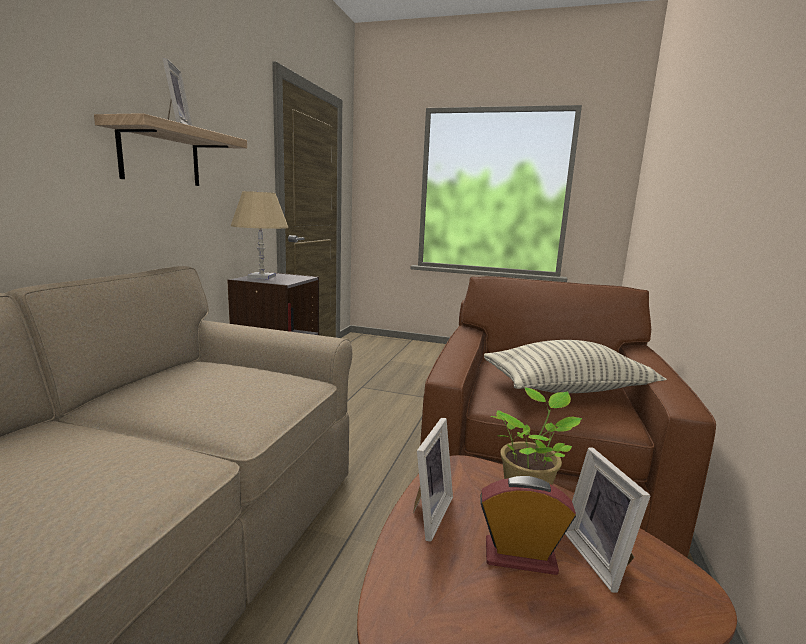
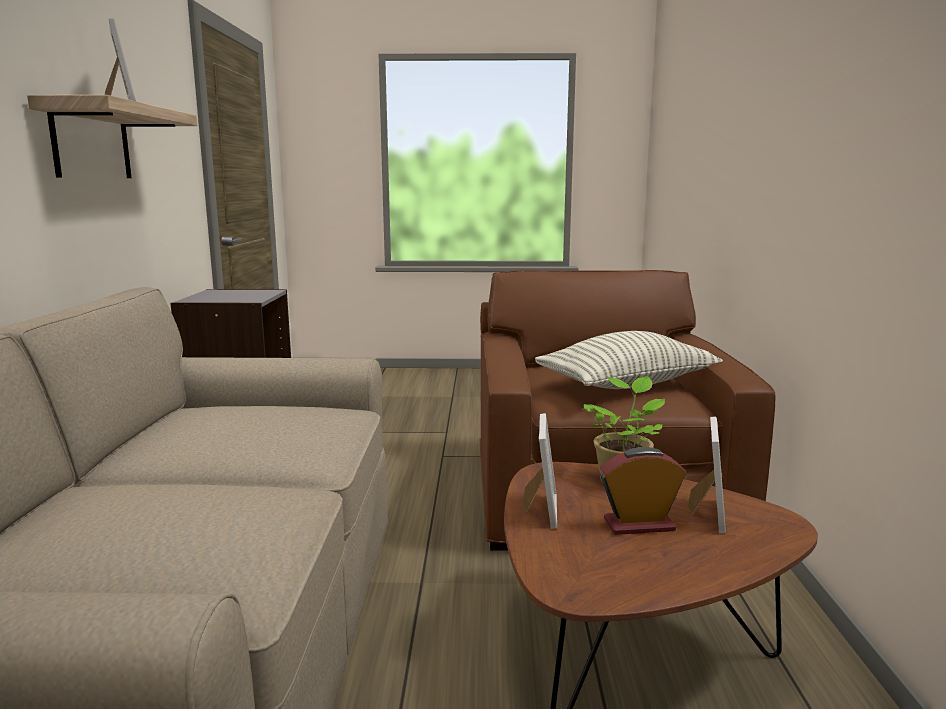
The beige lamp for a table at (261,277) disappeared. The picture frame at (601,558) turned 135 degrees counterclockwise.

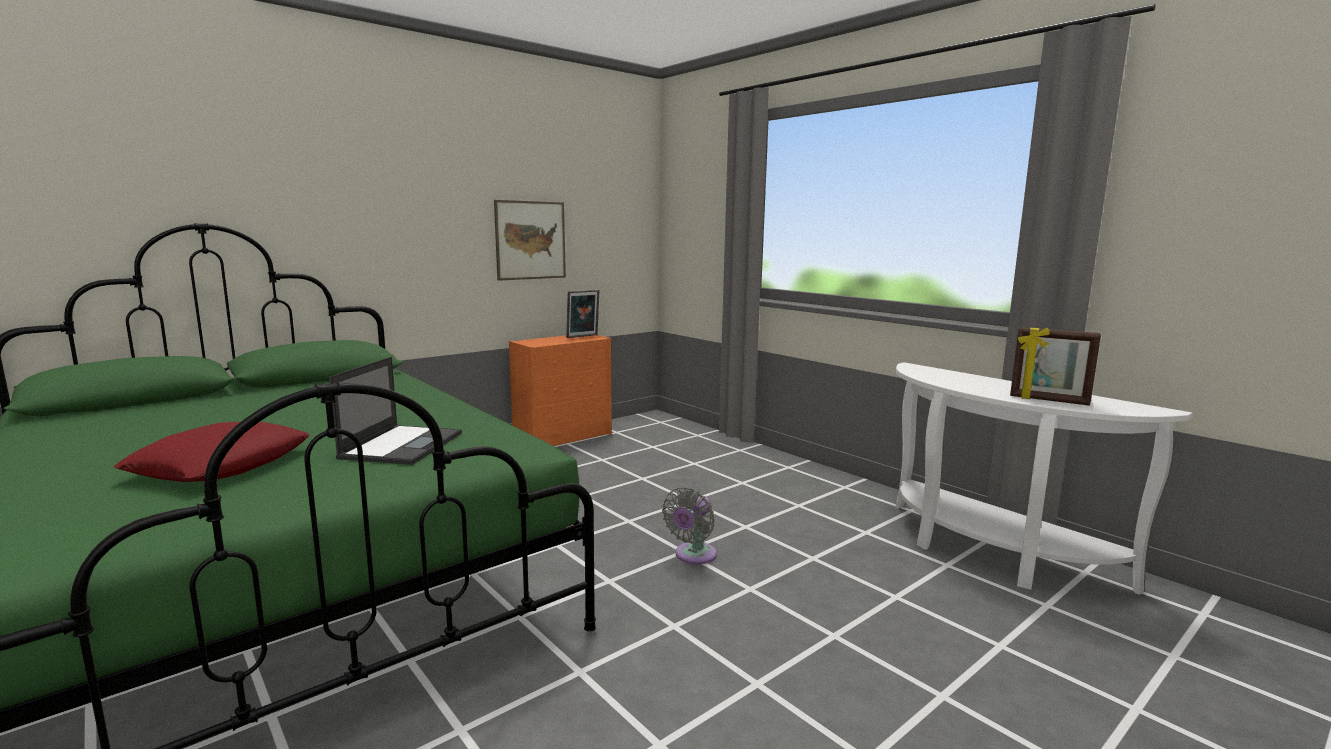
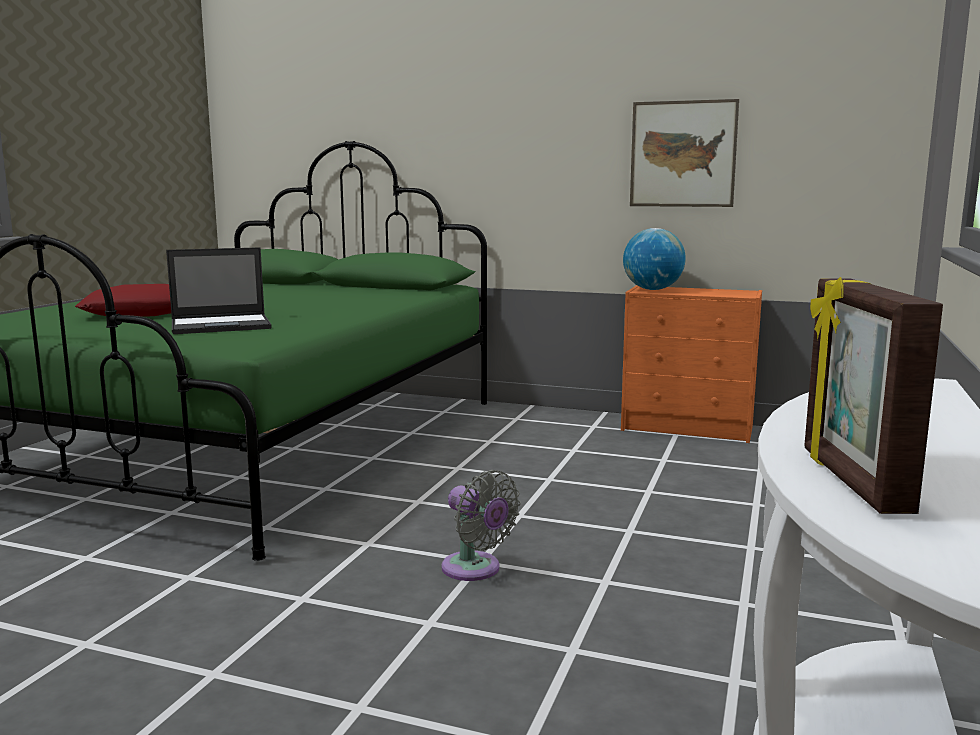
The picture frame at (583,336) disappeared. The greyish fan at (693,556) turned 135 degrees counterclockwise. The desk globe at (652,289) appeared.

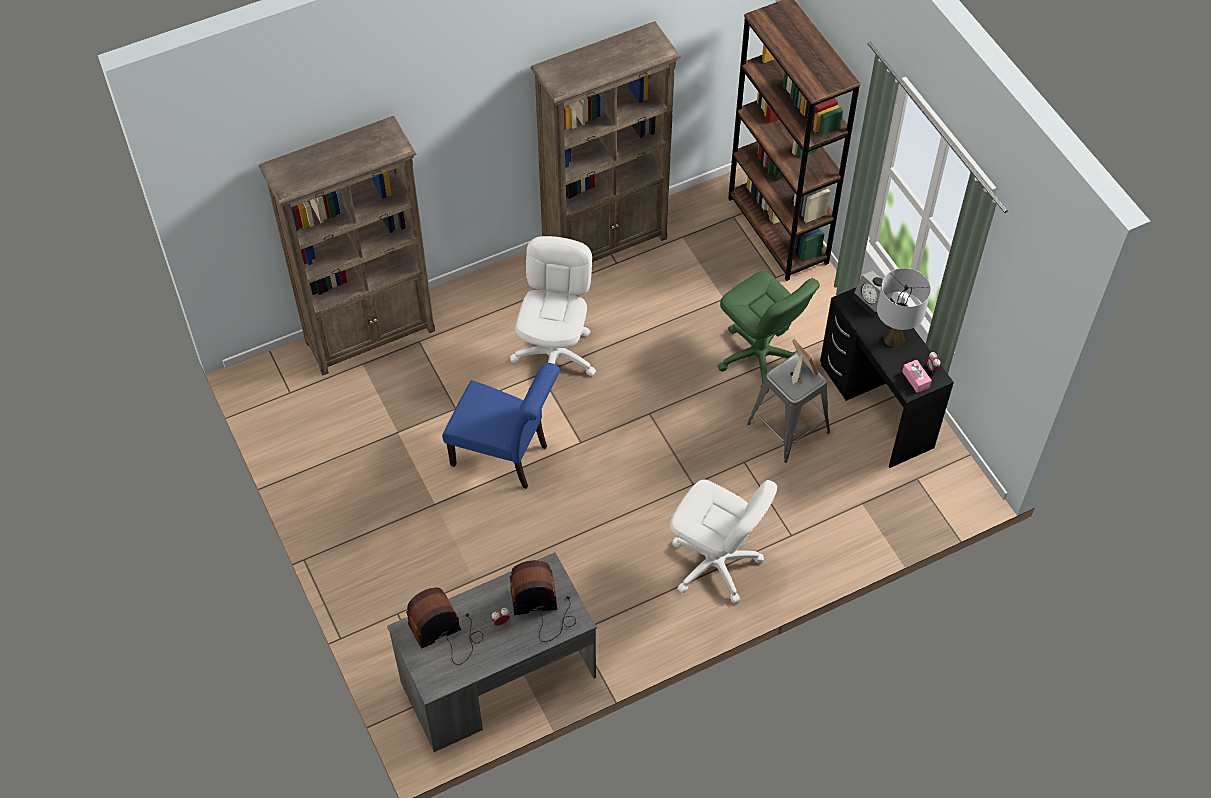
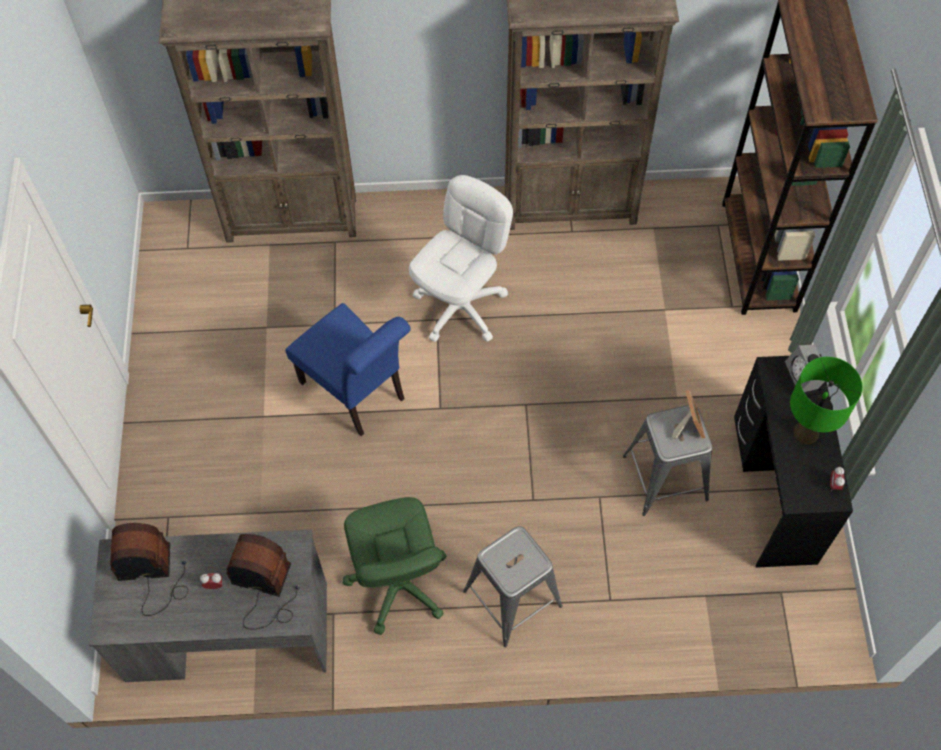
The greyish lamp for a table at (894,339) became the green-coloured lamp for a table at (806,433). The green-coloured computer chair moved from (759,357) to (398,584). The pinkish box of tissues at (915,379) disappeared. The whitish computer chair at (715,564) was replaced by the greyish stool at (512,598).

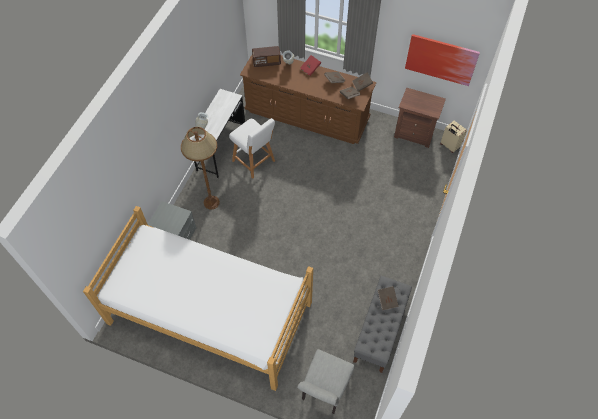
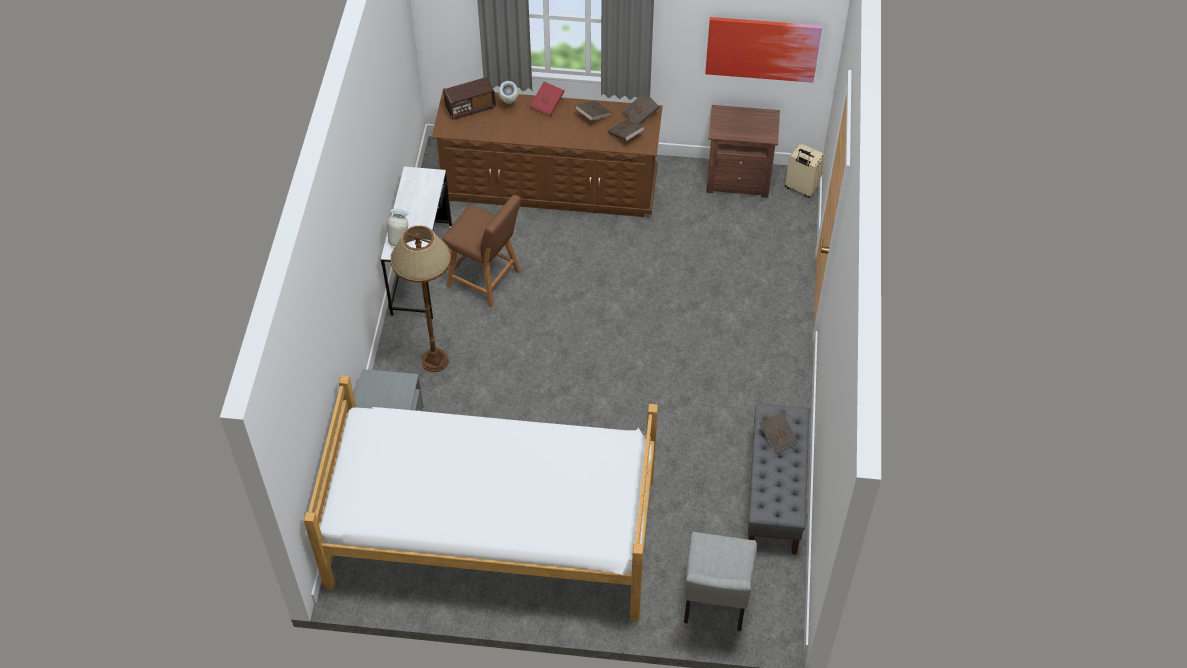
The whitish stool at (255,162) became the brown-coloured stool at (487,280).

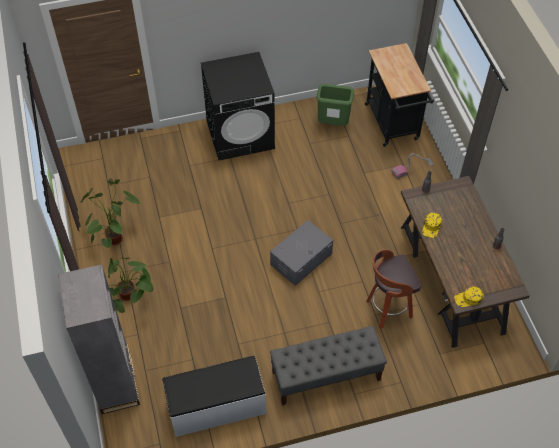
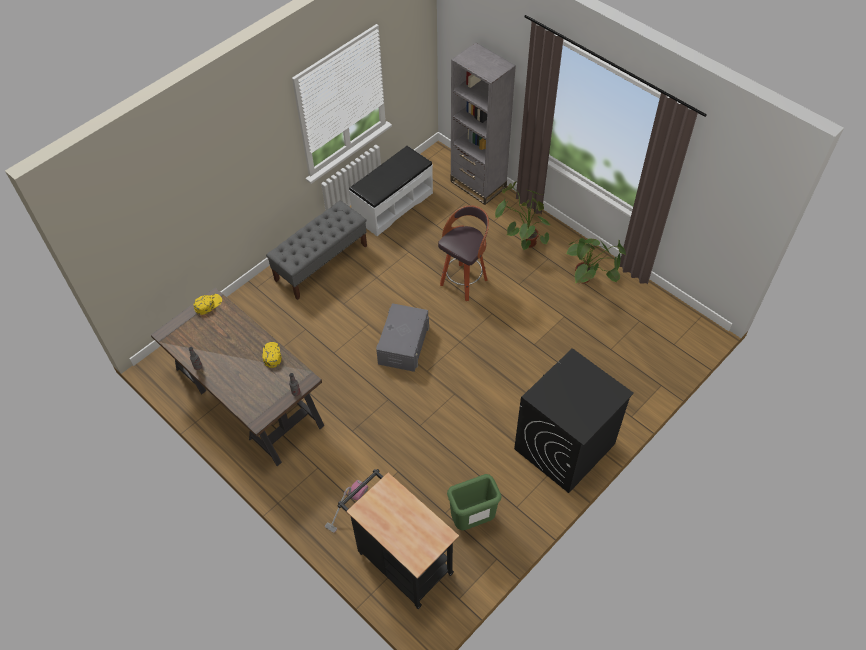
The stool moved from (387,309) to (464,281).

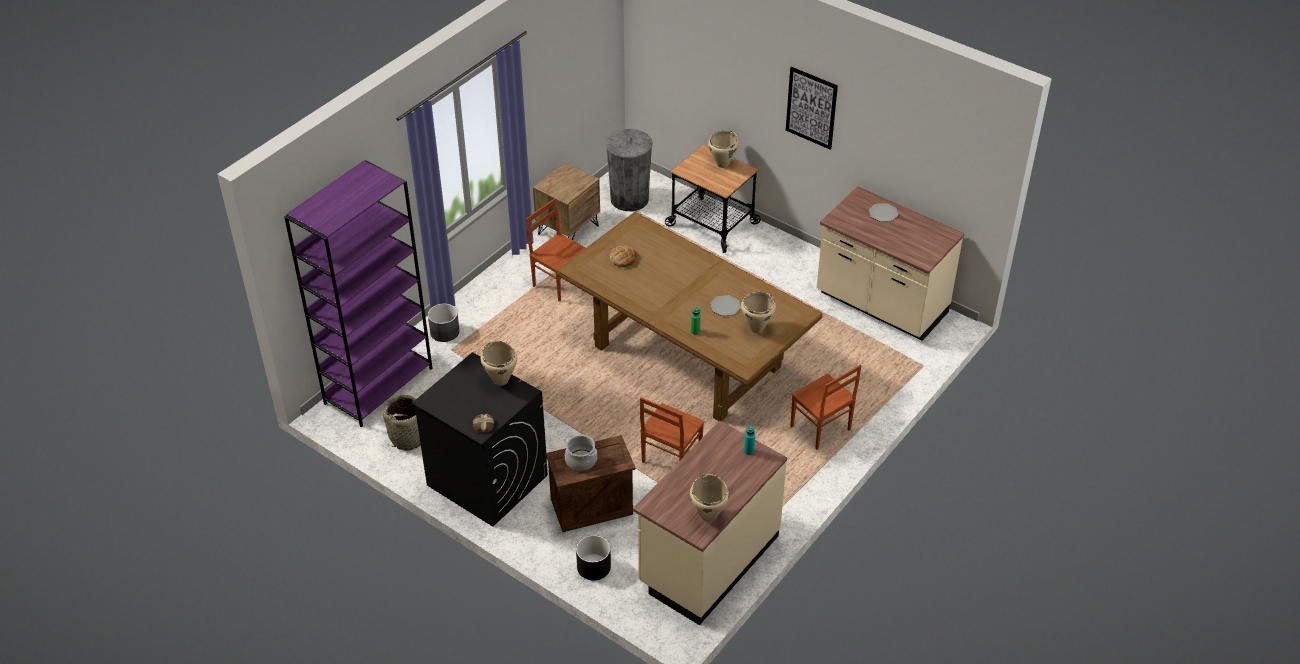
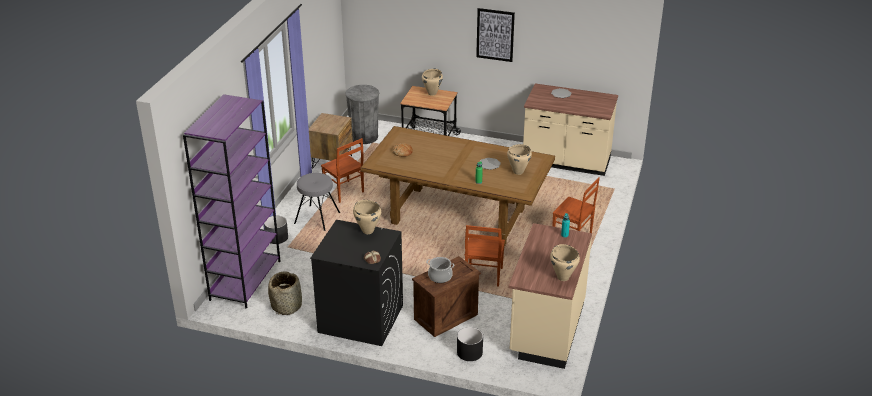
The brown-coloured upright chair at (559,283) turned 150 degrees counterclockwise. The greyish stool at (317,218) appeared.

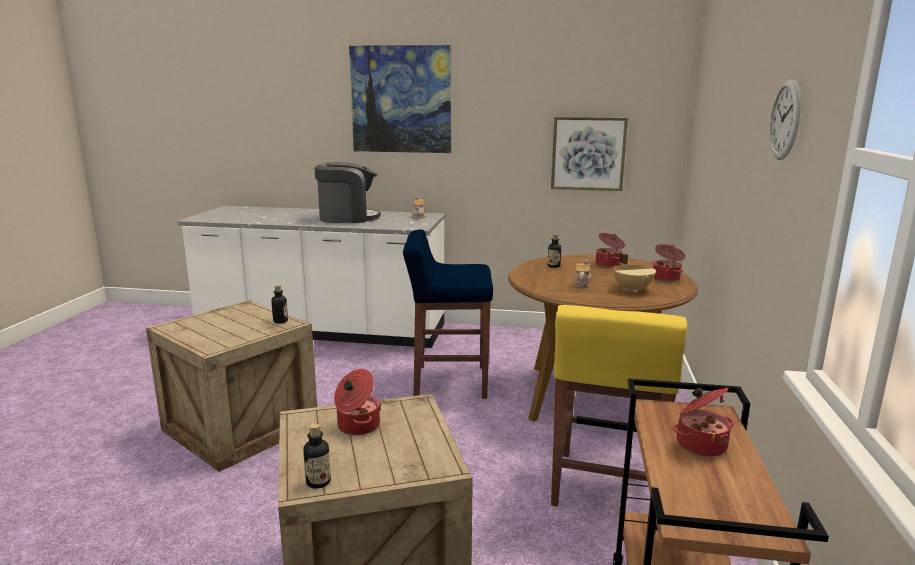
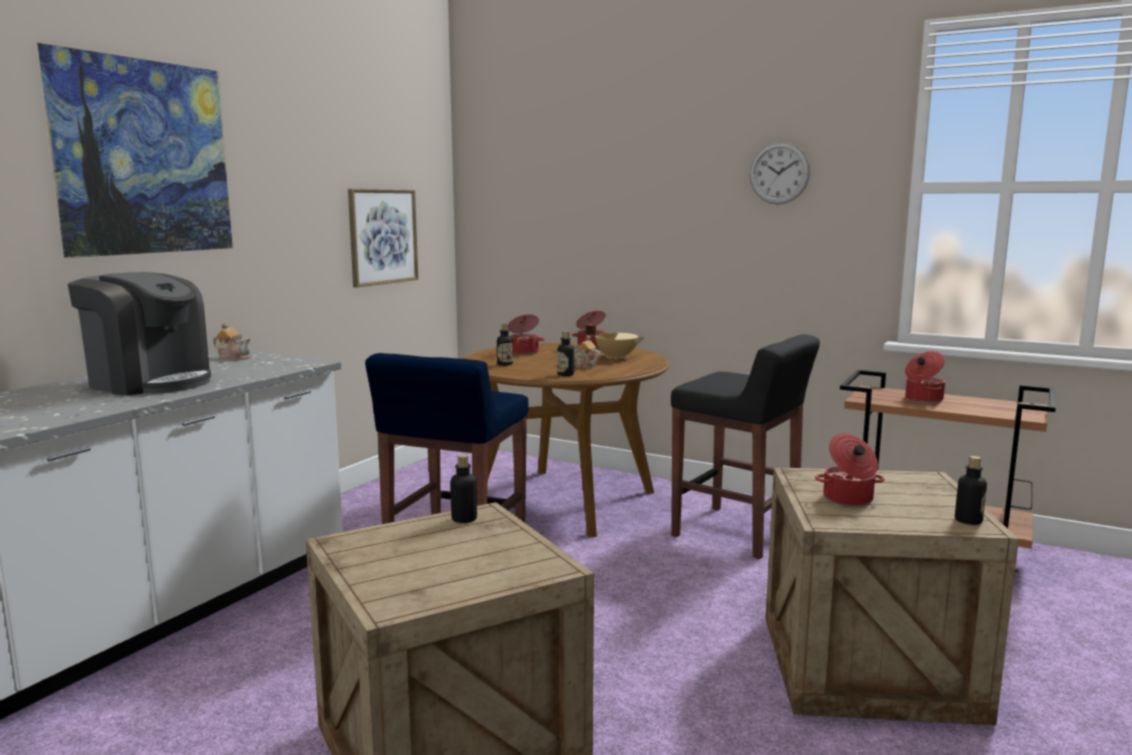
The coffee maker at (348,218) turned 105 degrees clockwise. The yellow-coloured stool at (605,488) became the black stool at (738,532). The drink bottle at (565,374) appeared.

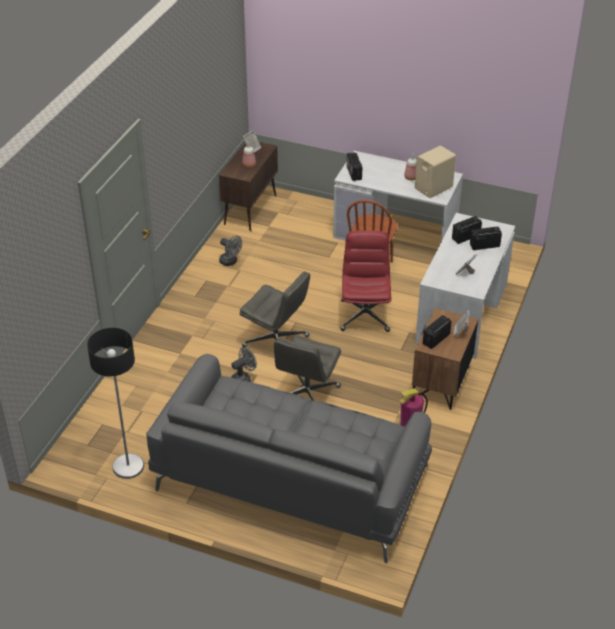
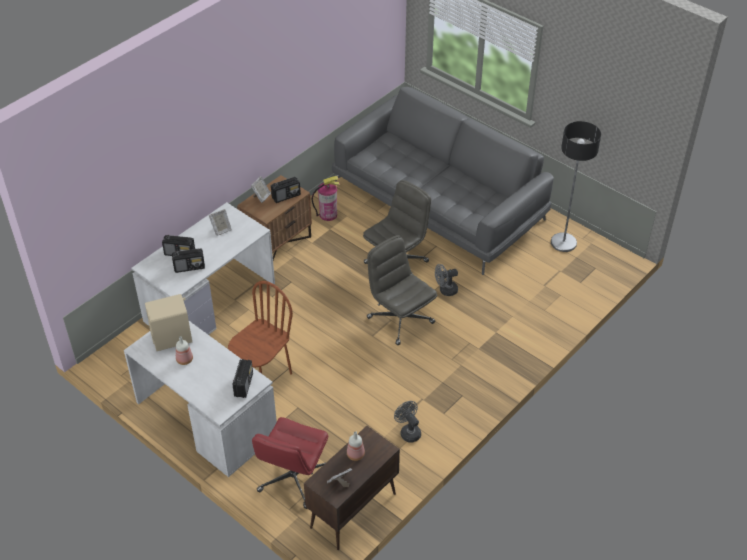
The red-coloured computer chair moved from (365,315) to (293,479).

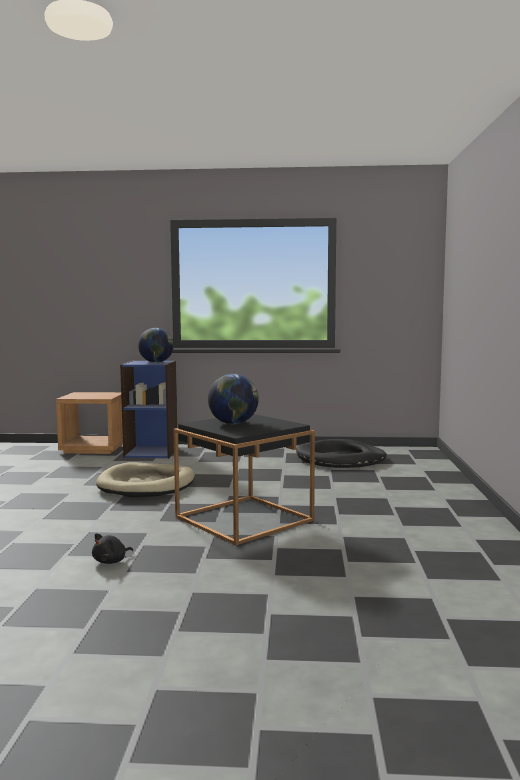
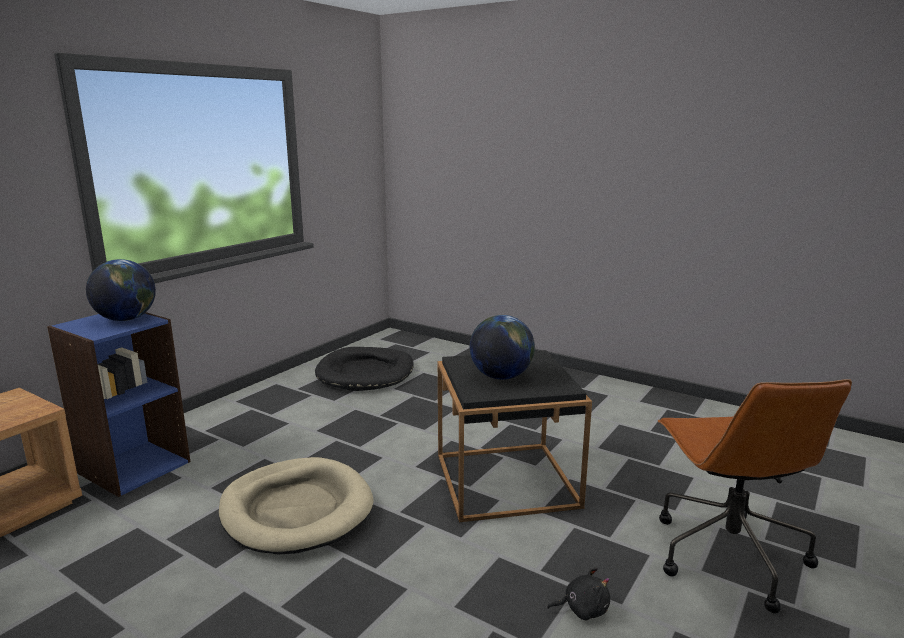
The black cuddly toy at (111,561) turned 75 degrees counterclockwise. The brown-coloured computer chair at (727,554) appeared.

